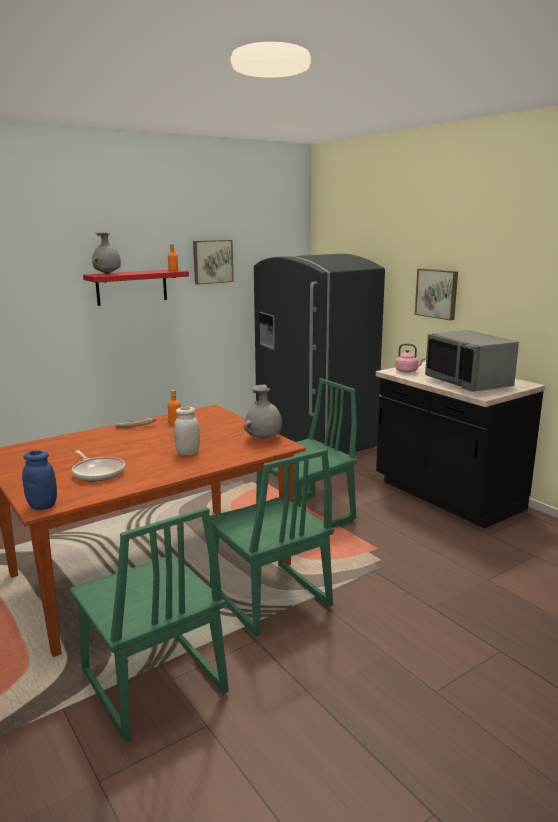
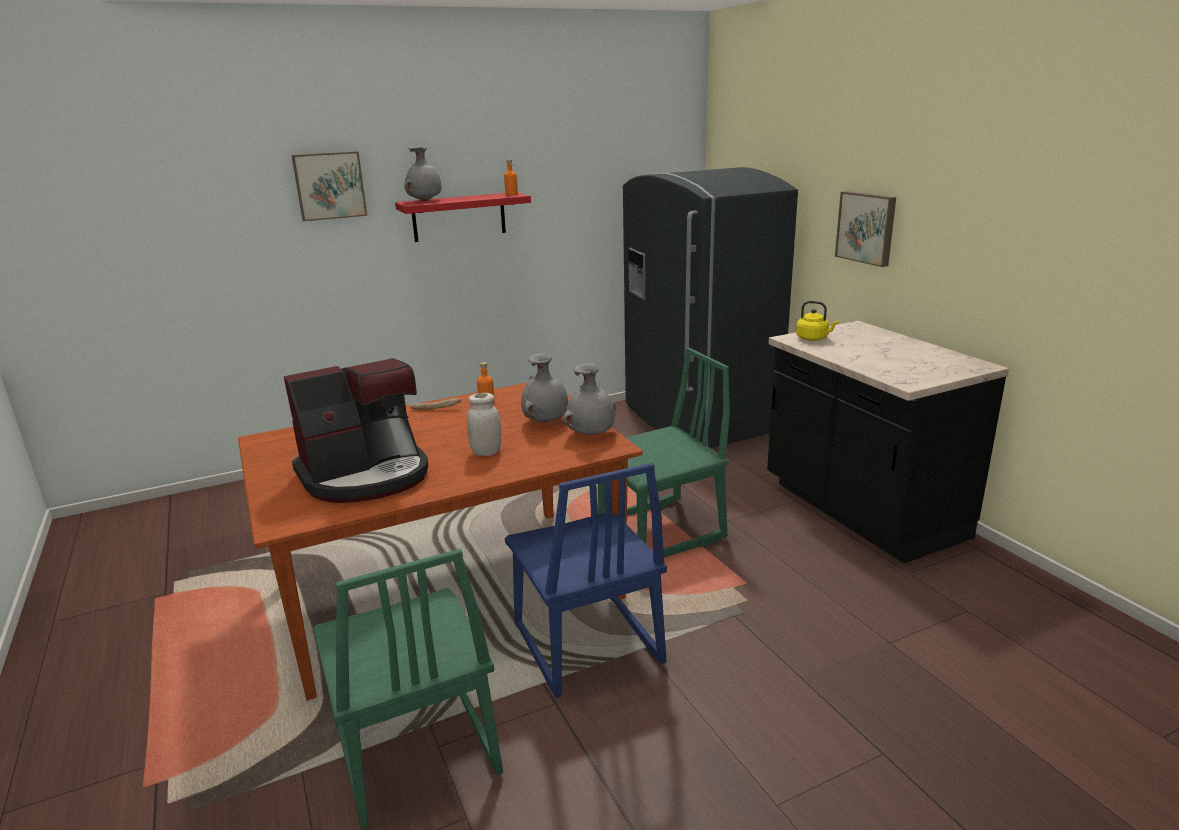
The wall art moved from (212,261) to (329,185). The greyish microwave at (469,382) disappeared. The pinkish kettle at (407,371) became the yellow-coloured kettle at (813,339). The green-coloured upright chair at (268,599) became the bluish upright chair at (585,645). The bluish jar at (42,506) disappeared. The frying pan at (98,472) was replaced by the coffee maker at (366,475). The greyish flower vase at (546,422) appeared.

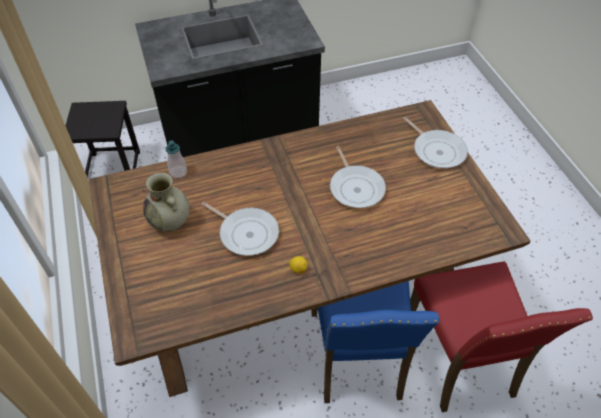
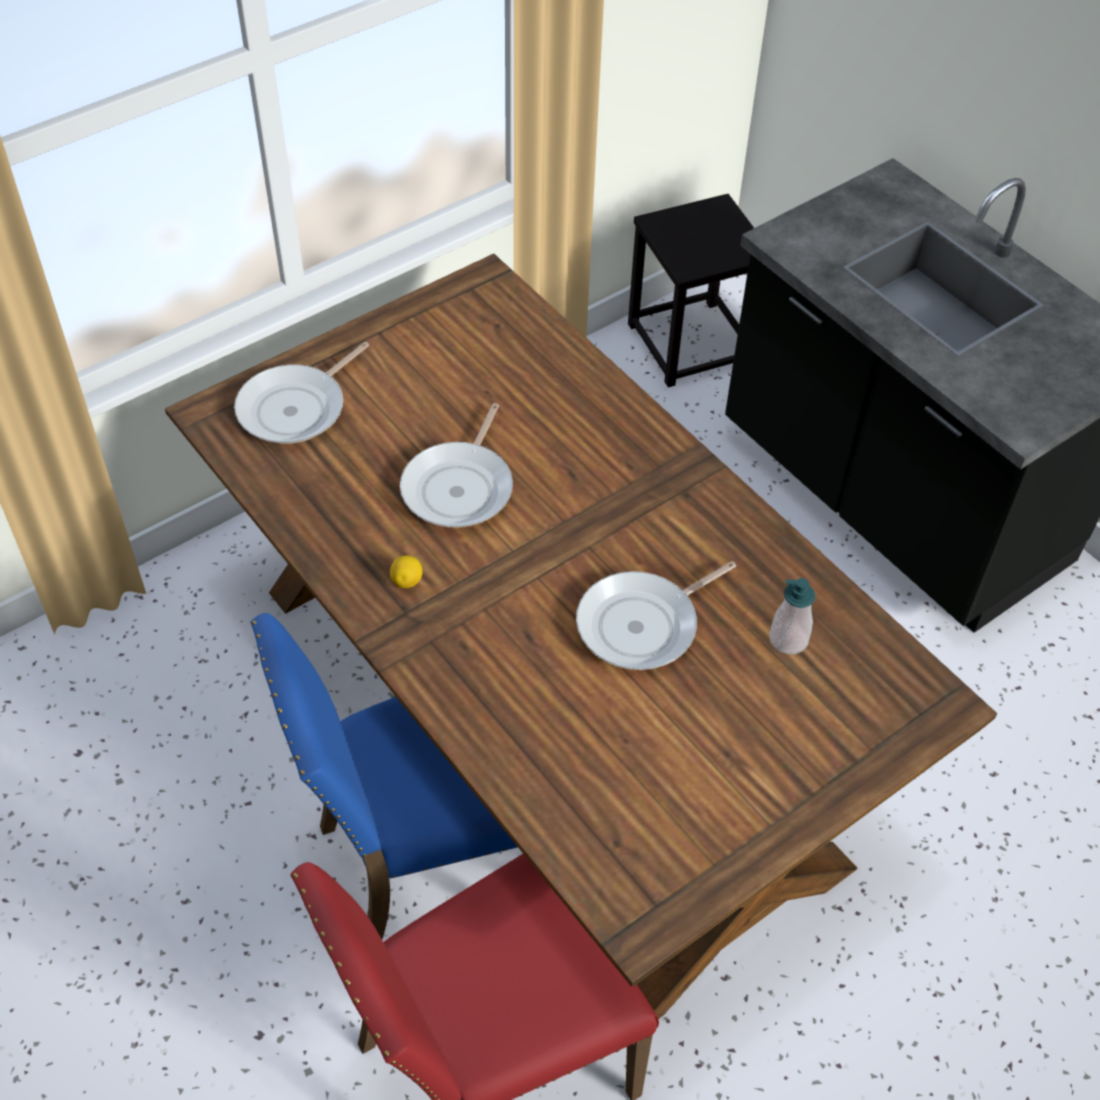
The frying pan moved from (437,150) to (297,408). The soap dispenser moved from (178,172) to (788,639). The beige flower vase at (170,222) disappeared.

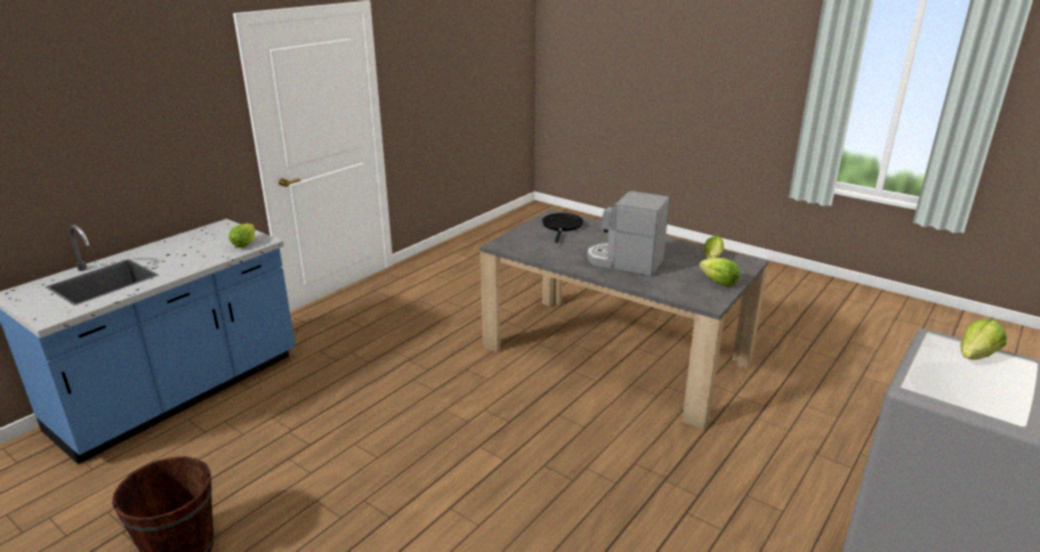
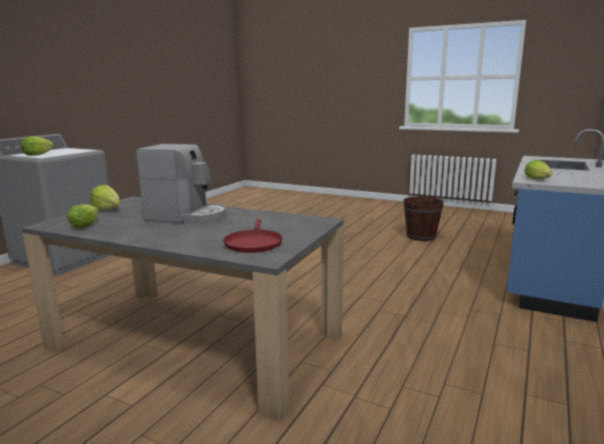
The black frying pan at (562,226) became the red-coloured frying pan at (253,243).

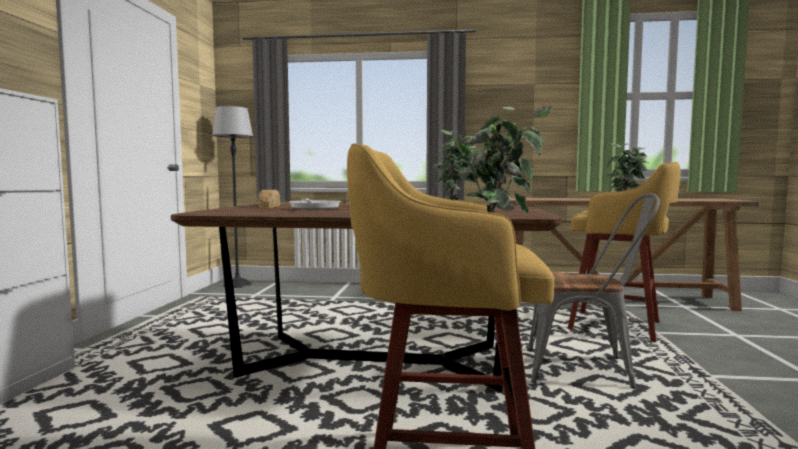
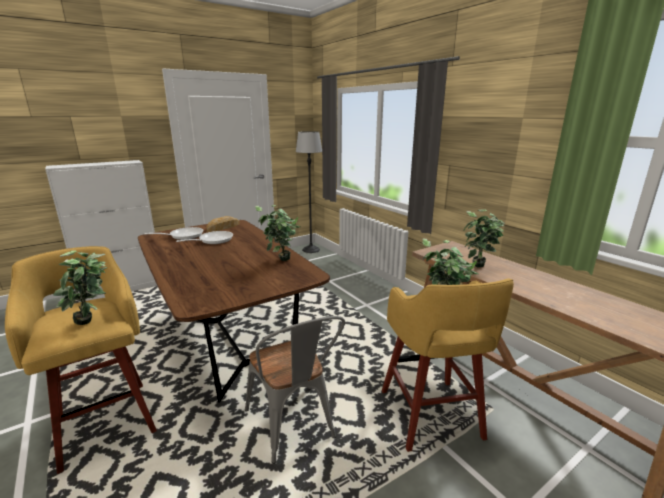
The plant in a pot at (478,268) appeared. The frying pan at (183,236) appeared.

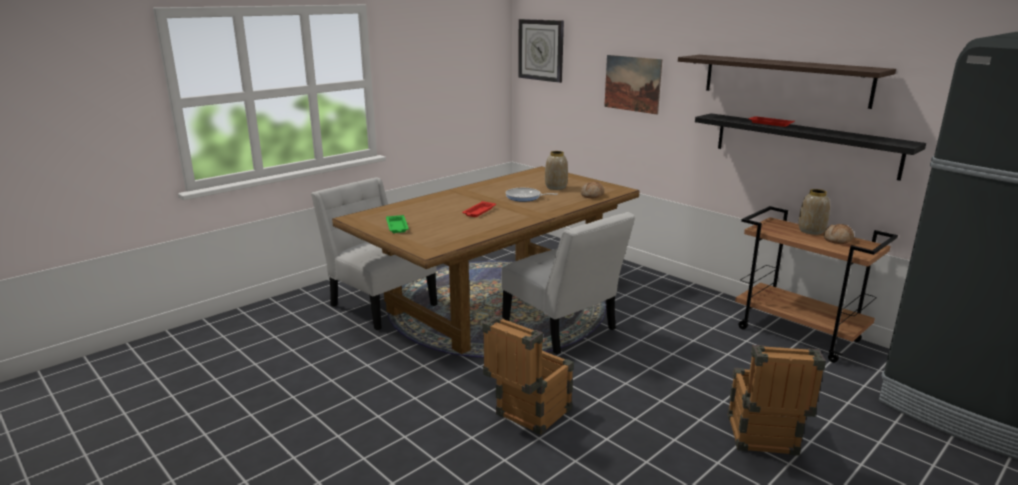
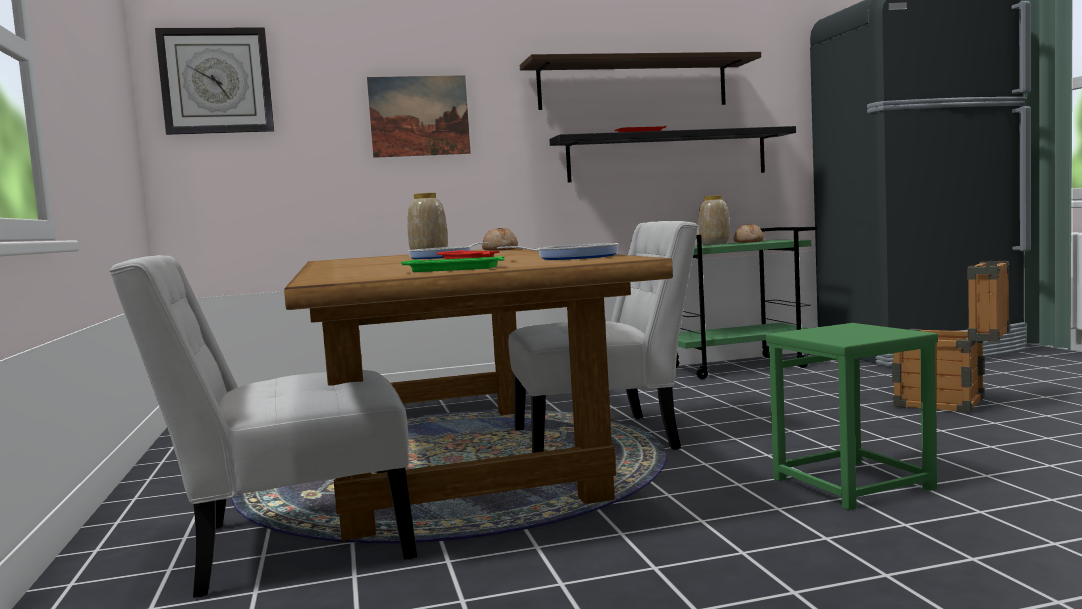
The brown-coloured trolley at (799,334) became the green-coloured trolley at (737,367). The crate at (527,416) was replaced by the green-coloured stool at (852,484). The frying pan at (572,257) appeared.

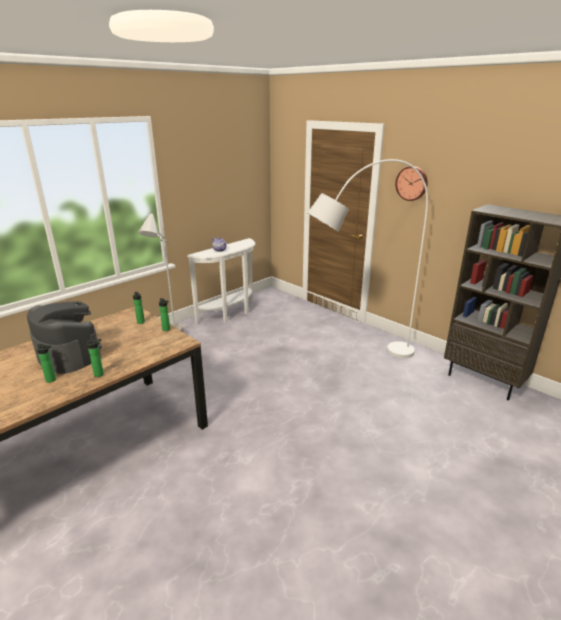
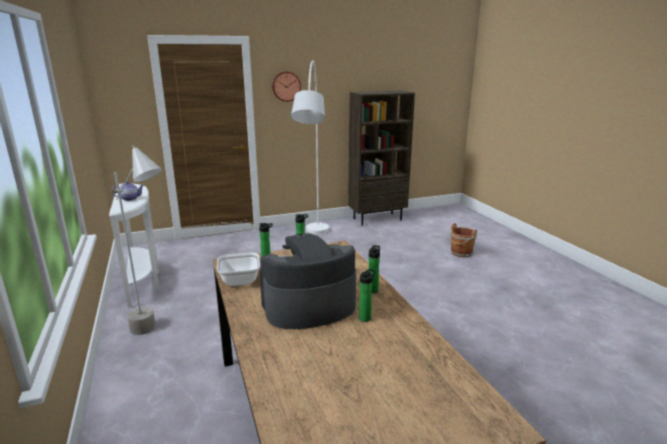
The brown-coloured bucket at (461,253) appeared. The frying pan at (245,280) appeared.

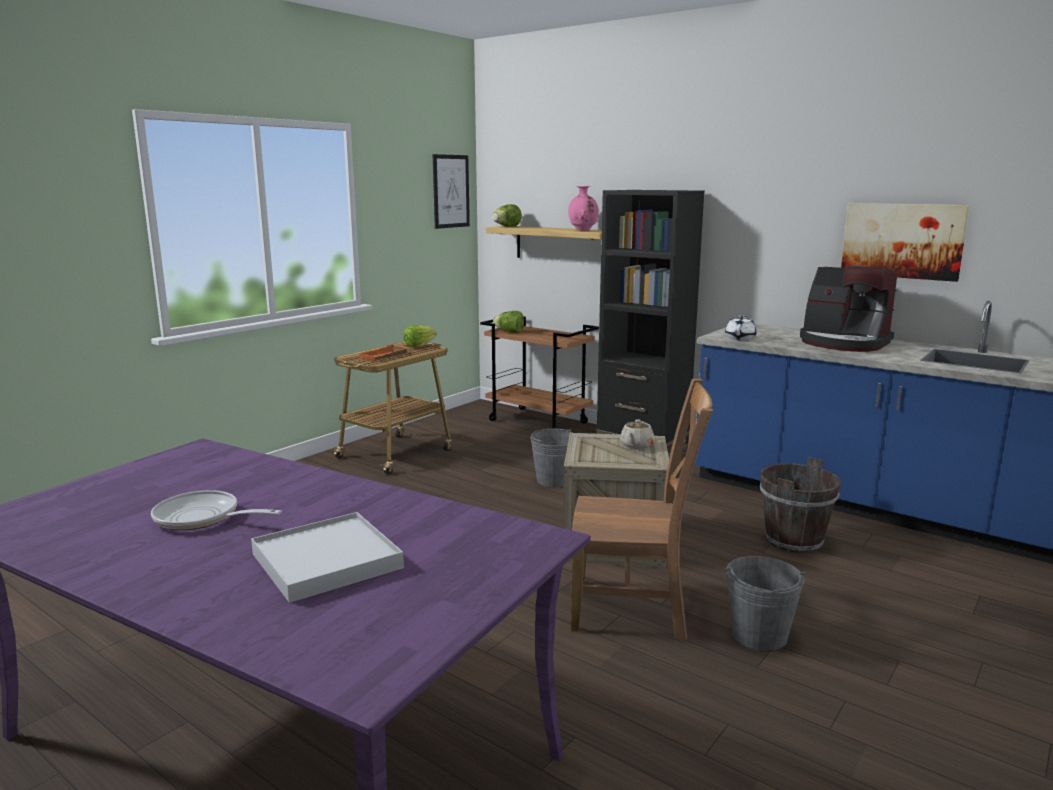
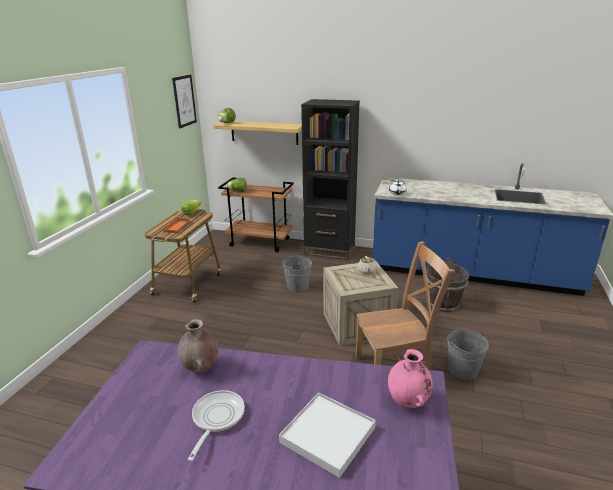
The pinkish flower vase moved from (583,230) to (408,402). The wall art at (902,240) disappeared. The coffee maker at (843,343) disappeared. The frying pan at (202,518) turned 105 degrees clockwise. The brown-coloured flower vase at (201,368) appeared.

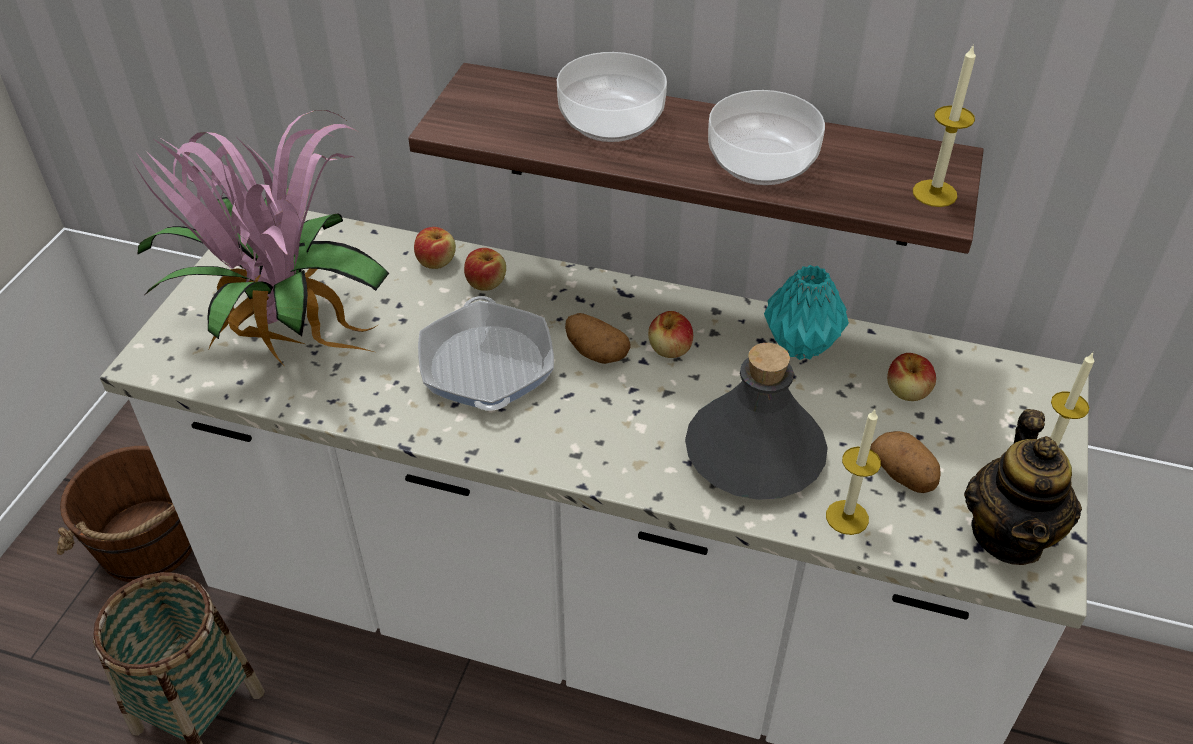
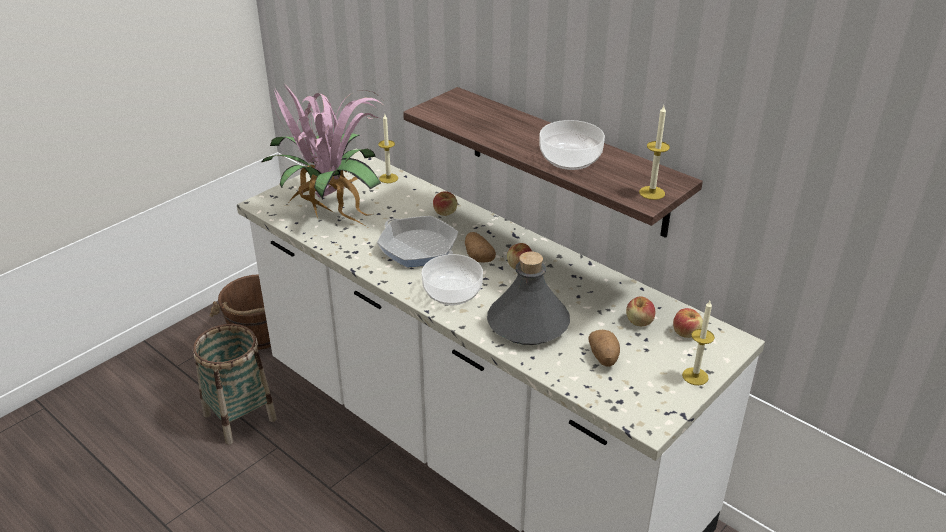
The serving bowl moved from (612,121) to (452,293). The apple moved from (436,261) to (686,332). The turquoise-coloured flower vase at (799,345) disappeared. The frying pan at (487,365) turned 120 degrees clockwise. The wax candle moved from (847,517) to (388,178). The pot for tea at (1009,535) disappeared.

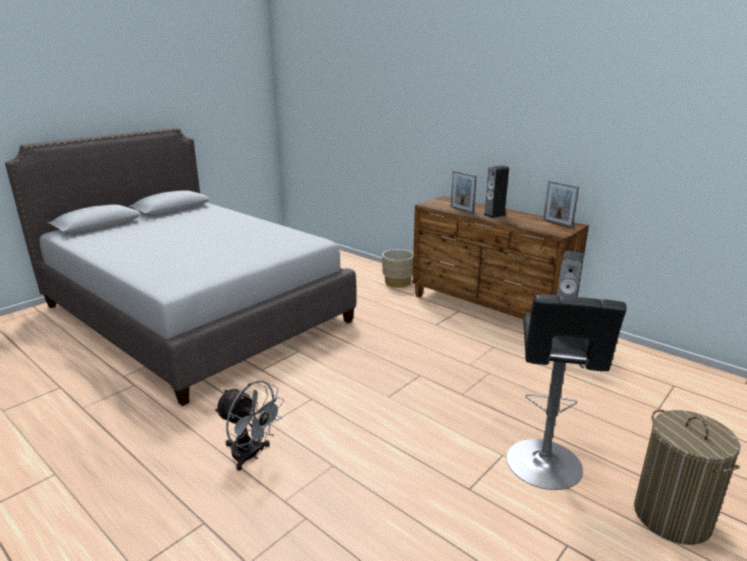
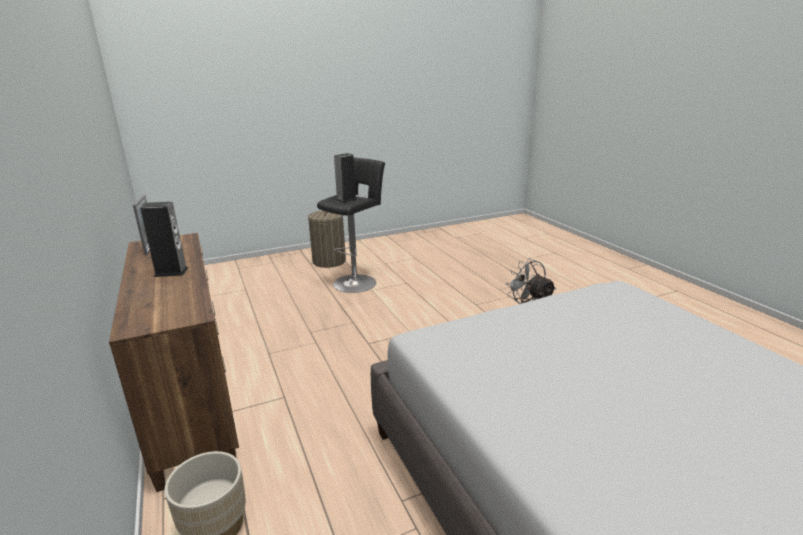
The picture frame at (462,210) disappeared.

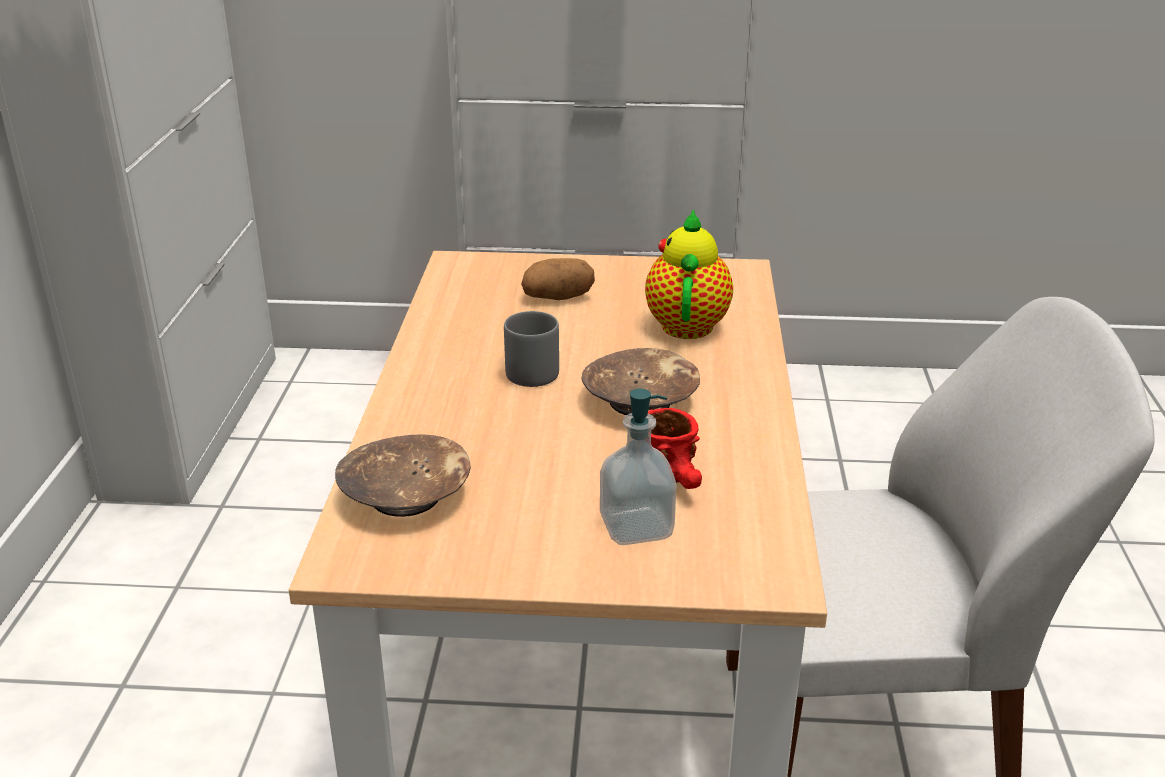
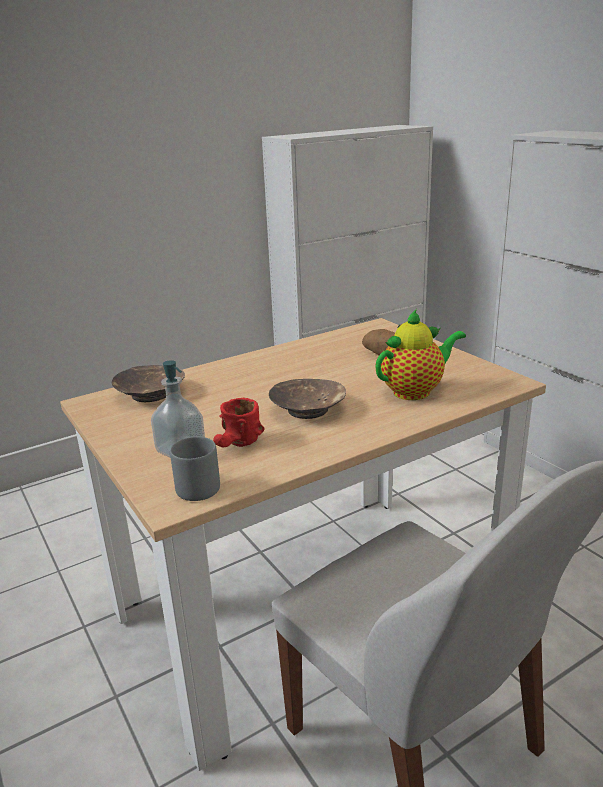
The greyish tea mug moved from (528,371) to (200,486).

